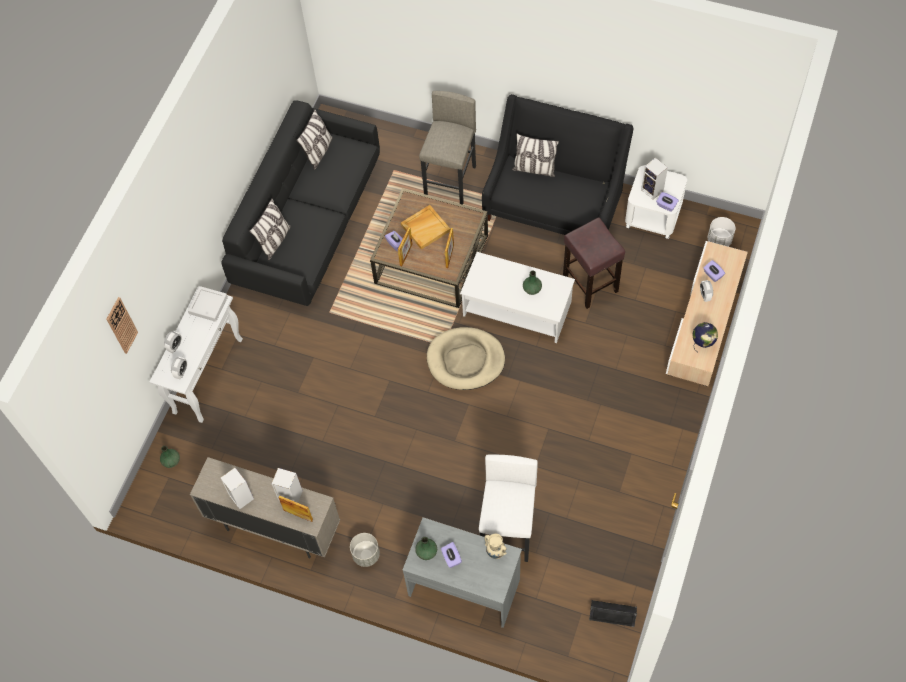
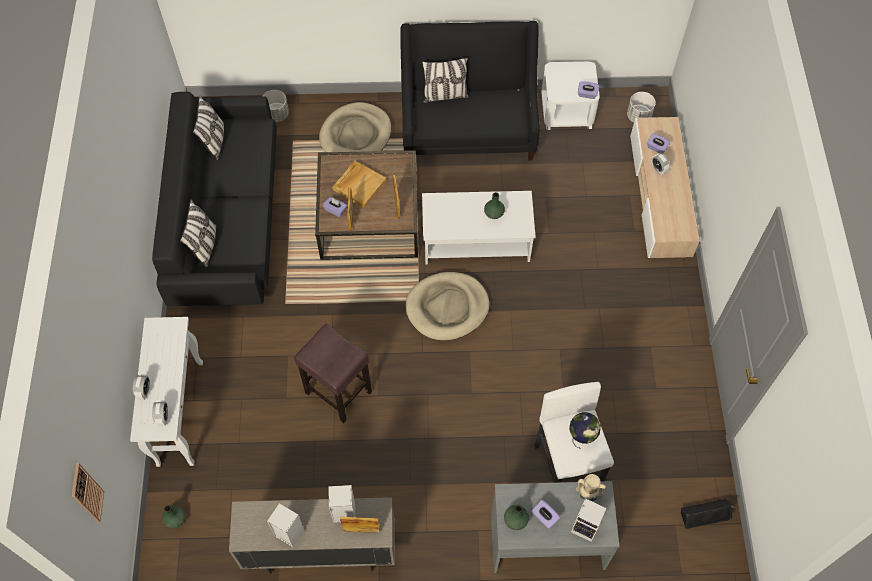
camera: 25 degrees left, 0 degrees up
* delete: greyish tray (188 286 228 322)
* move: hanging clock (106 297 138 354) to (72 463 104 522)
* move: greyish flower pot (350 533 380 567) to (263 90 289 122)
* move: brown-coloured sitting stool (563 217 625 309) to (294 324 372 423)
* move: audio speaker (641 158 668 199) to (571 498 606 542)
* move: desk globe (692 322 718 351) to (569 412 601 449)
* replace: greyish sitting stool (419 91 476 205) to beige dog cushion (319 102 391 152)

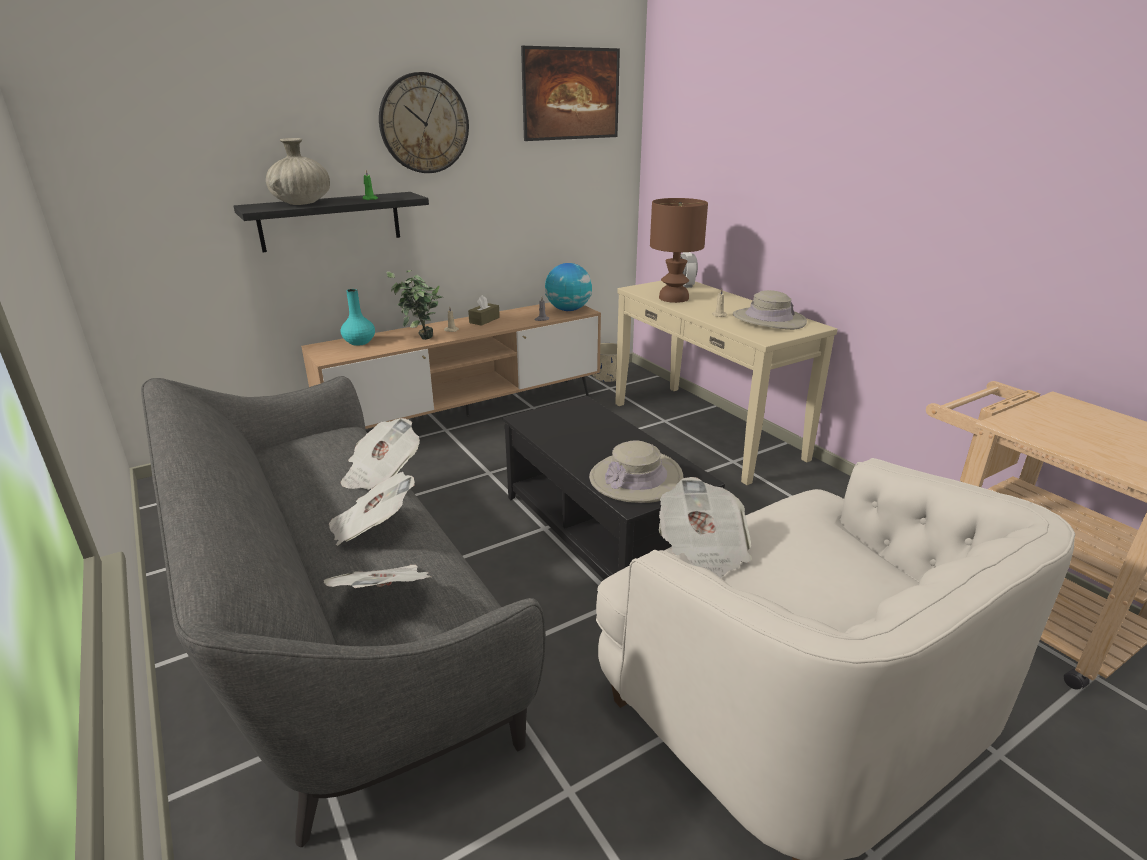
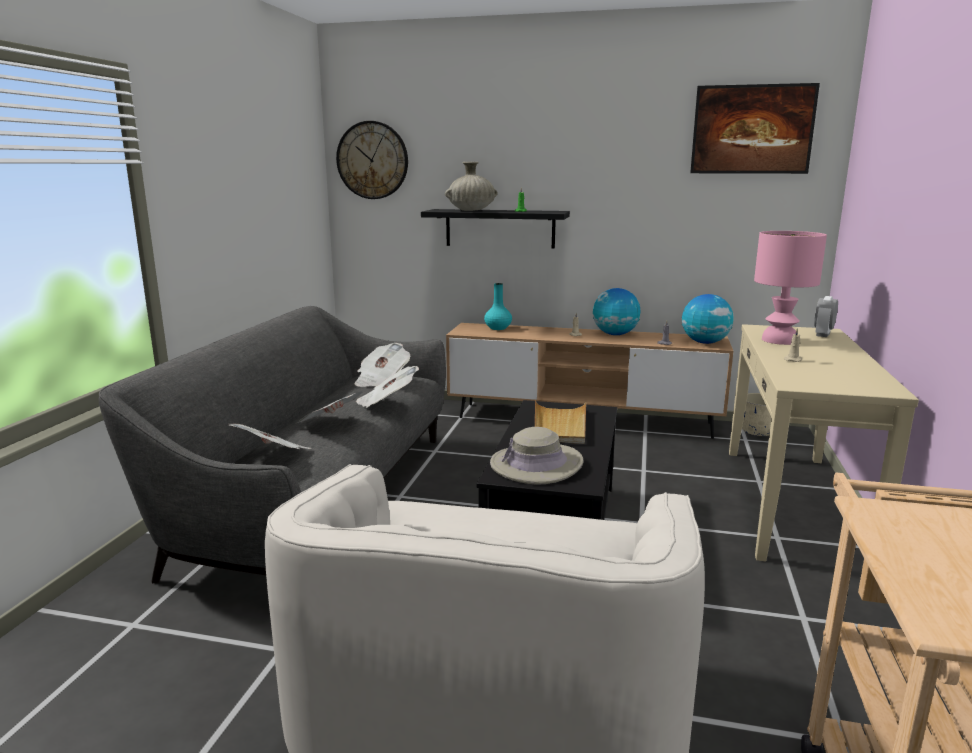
camera: 45 degrees right, 10 degrees down
* delete: potted plant (386 270 442 340)
* delete: beige wearable hat (733 290 807 330)
* insert: beige tray (535 400 586 444)
* move: hanging clock (379 72 469 173) to (336 121 408 199)
* move: daily paper (658 477 752 578) to (354 343 410 387)
* replace: brown-coloured tissue box (468 295 500 326) to desk globe (593 288 640 335)
* recolor: brown-coloured lamp for a table (650 198 708 303) to pink-coloured lamp for a table (754 231 827 345)

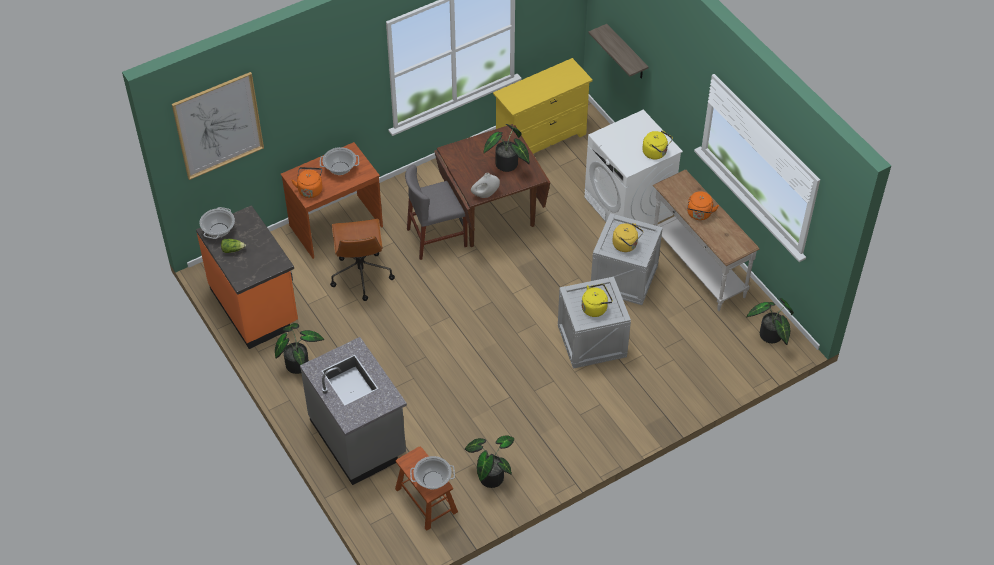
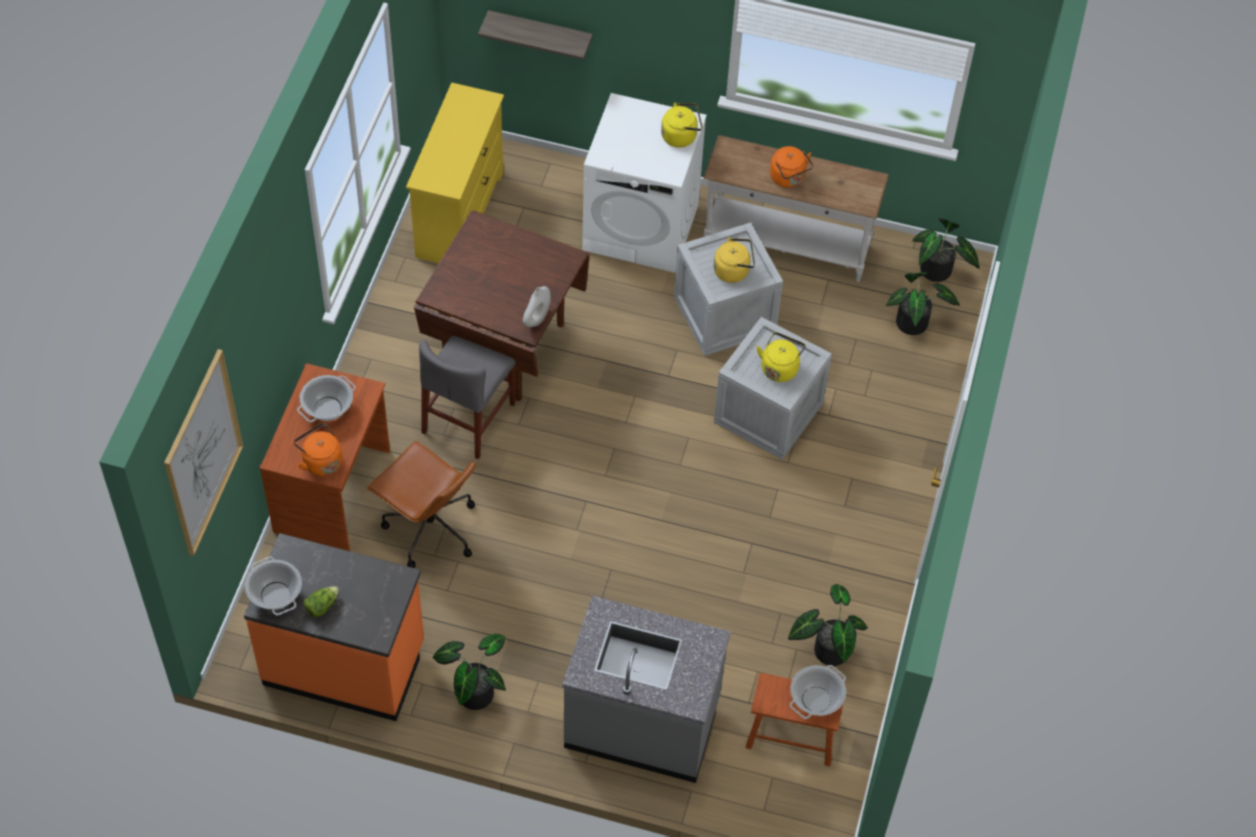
camera: 45 degrees left, 5 degrees up
* move: potted plant (483 124 530 172) to (886 272 960 335)

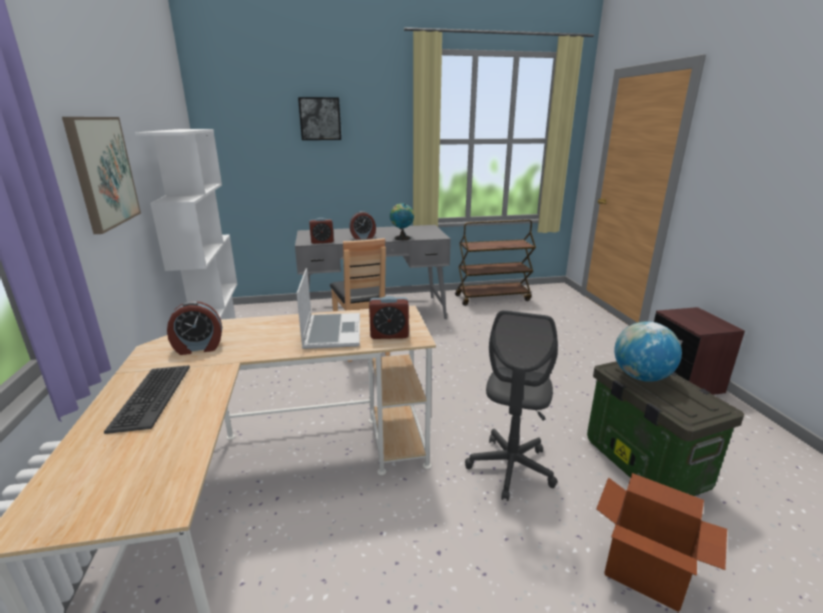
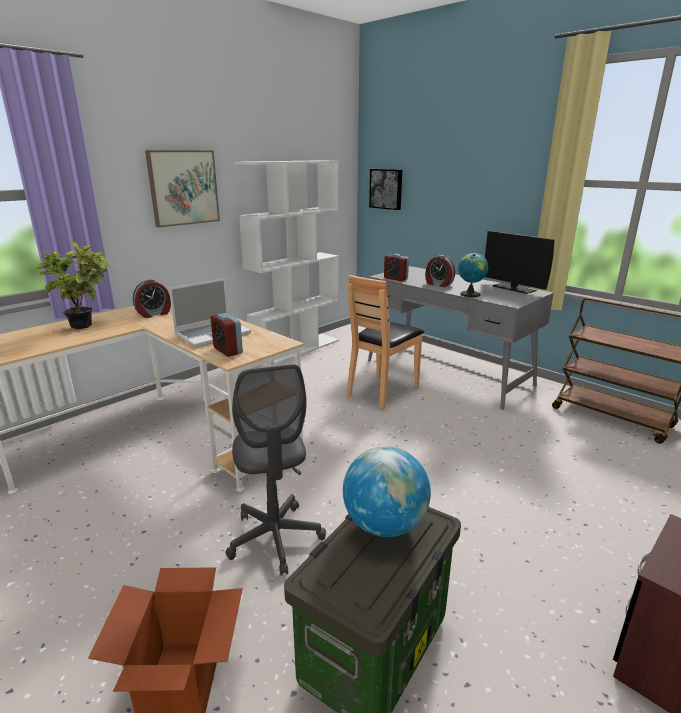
camera: 55 degrees right, 0 degrees up
* insert: computer screen (485 231 555 294)
* move: wall picture (298 97 341 140) to (369 169 402 210)
* replace: keyboard (104 365 190 434) to potted plant (35 242 110 329)
* rotate: table clock (167 301 222 355) = (133 280 171 318) 75 degrees counterclockwise
* rotate: greyish desk chair (465 310 558 501) = (226 364 326 576) 90 degrees counterclockwise

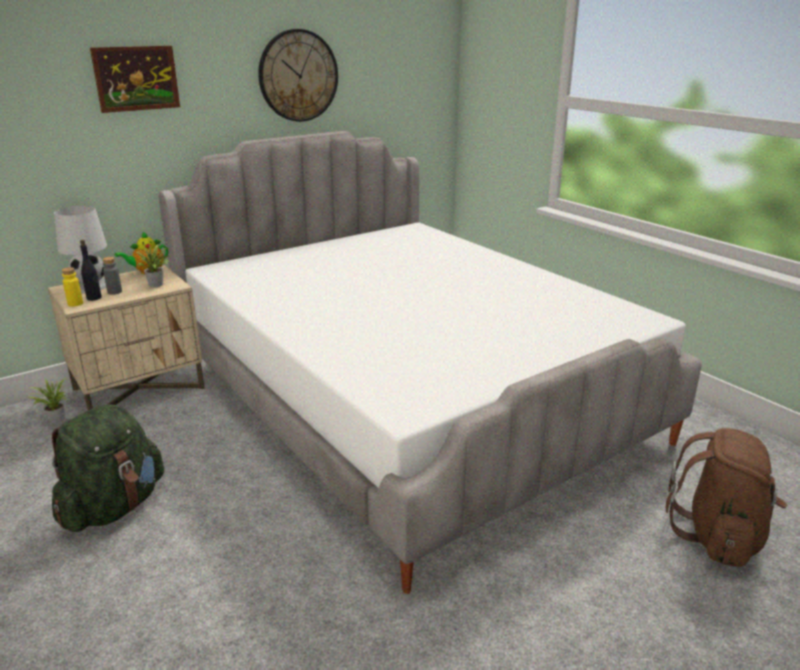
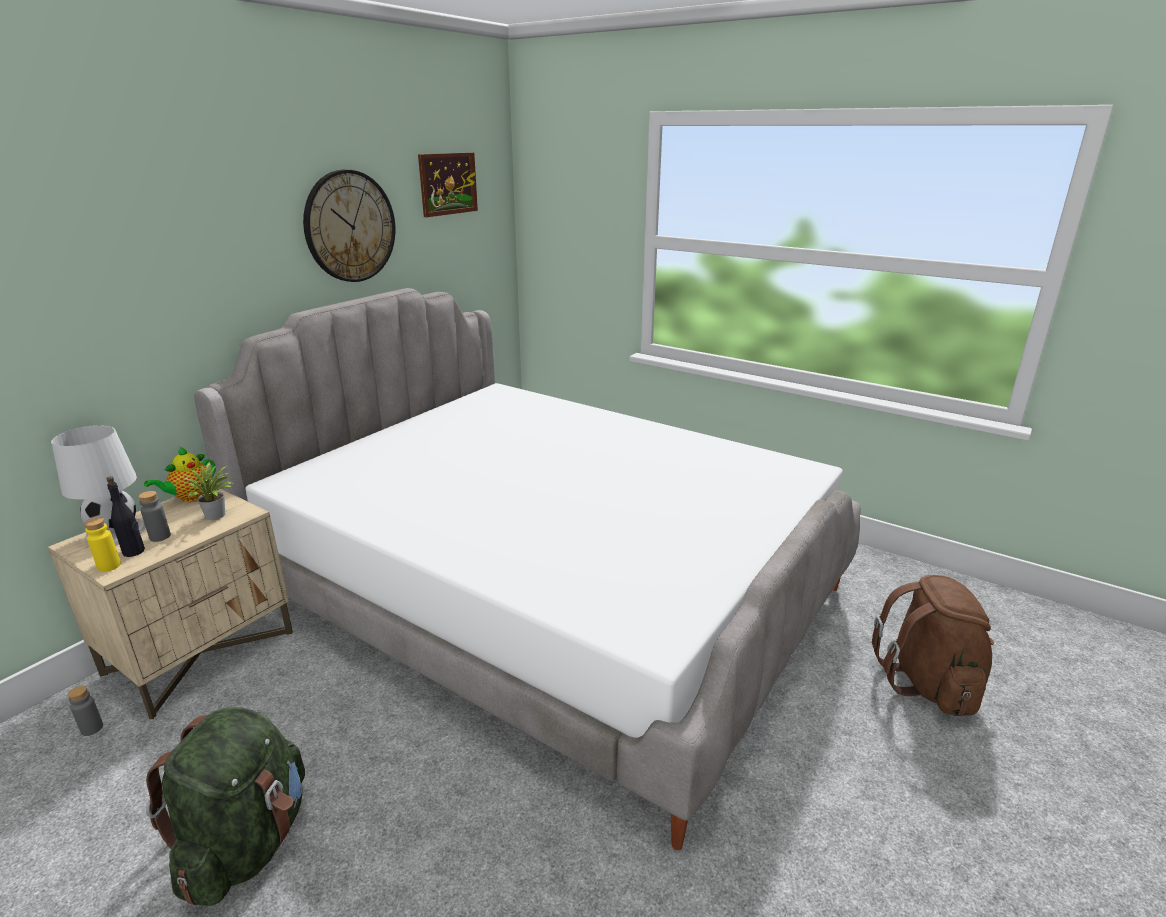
camera: 20 degrees left, 0 degrees up
* move: wall picture (90 46 180 113) to (418 153 478 217)
* replace: potted plant (29 378 67 424) to greyish drink bottle (68 686 103 736)

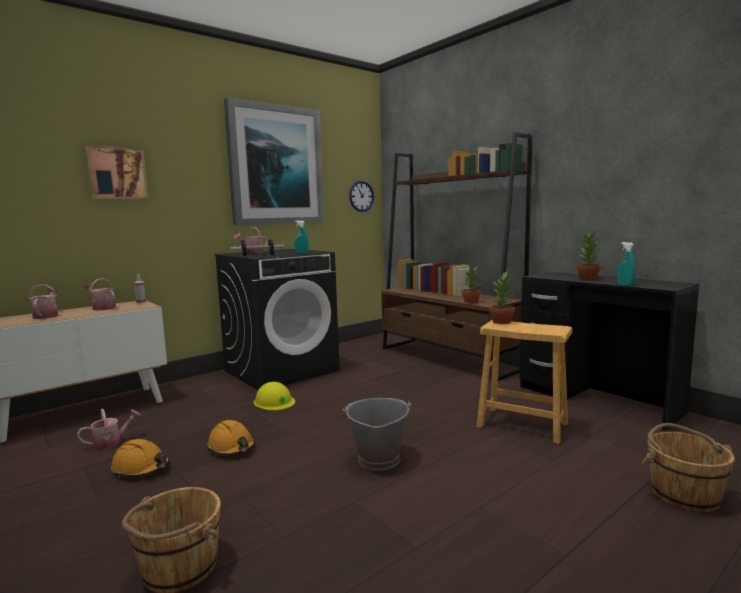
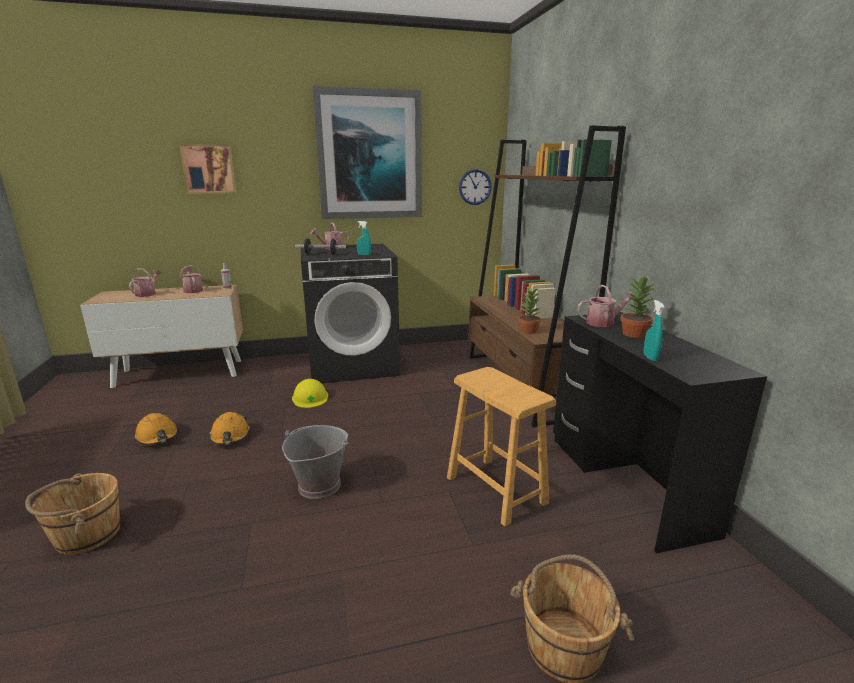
camera: 25 degrees right, 10 degrees up
* delete: potted plant (489 271 515 324)
* move: watering can (77 409 141 450) to (578 285 633 327)

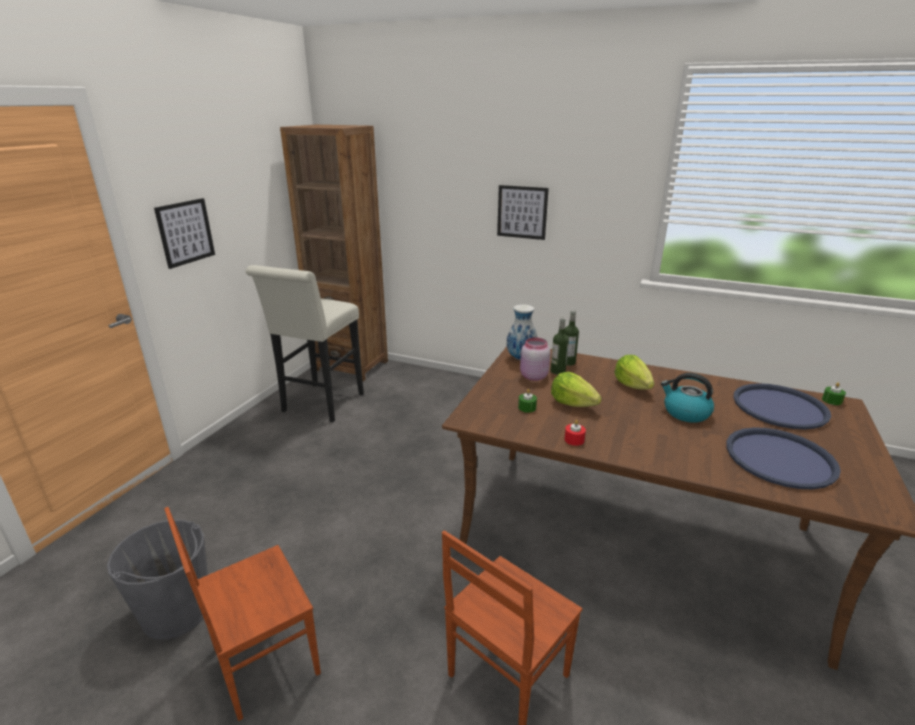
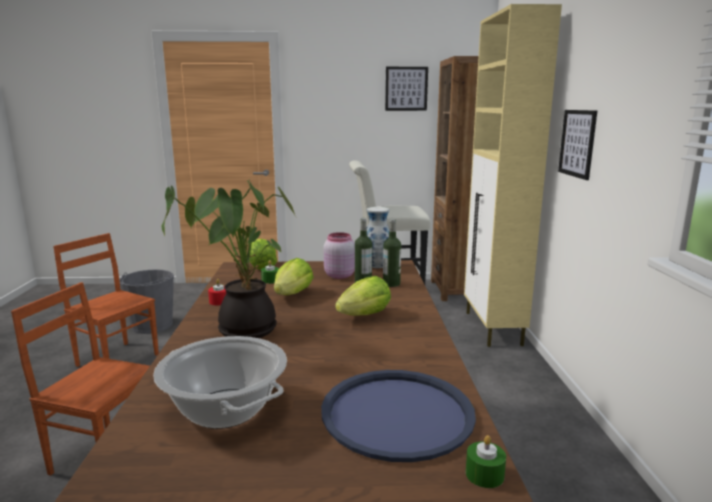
camera: 65 degrees right, 10 degrees down
* delete: water kettle (661 373 714 423)
* insert: potted plant (161 179 297 338)
* insert: lettuce (249 238 277 270)
* insert: beige storage cabinet (464 4 562 347)
* move: wall picture (154 198 215 269) to (385 67 428 111)
* replace: bluish tray (726 427 841 489) to saucepot (153 336 287 429)

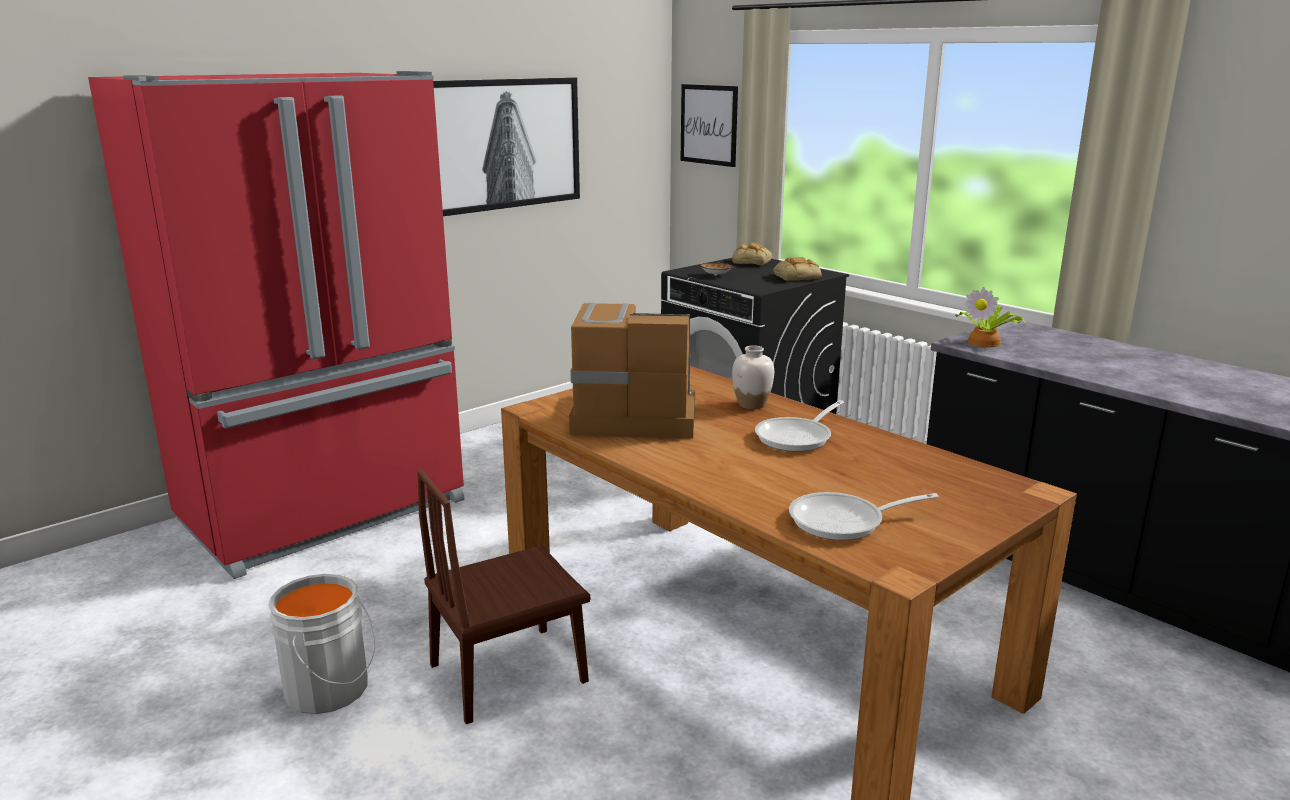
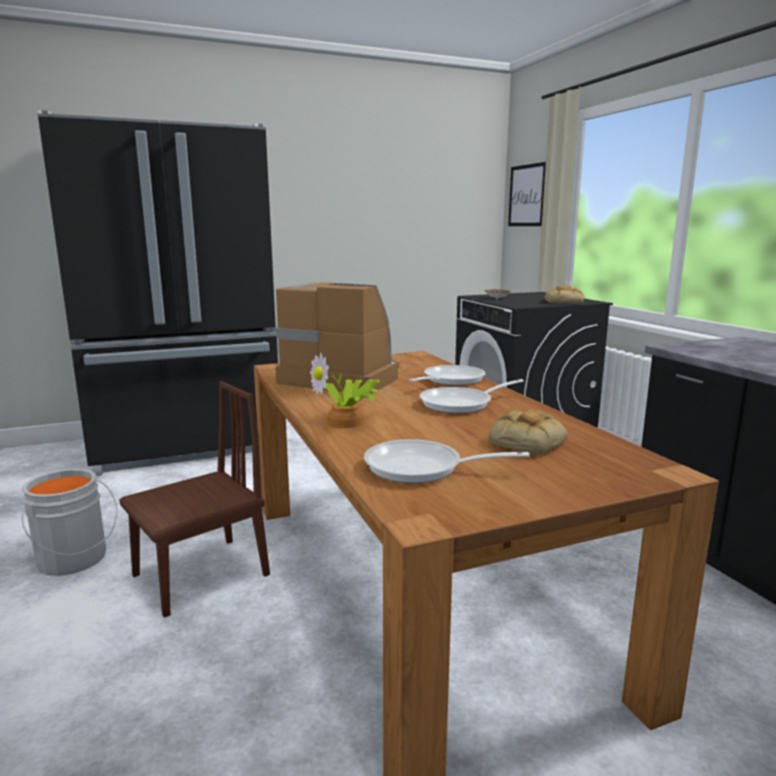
camera: 20 degrees right, 5 degrees down
* delete: wall picture (433 77 580 216)
* move: bakery bread (732 243 772 265) to (489 409 568 456)
* move: potted plant (955 287 1026 347) to (310 352 380 428)
* replace: whitish vase (732 345 774 409) to frying pan (410 365 486 386)
* recolor: red kitchen fridge (88 71 465 579) to black kitchen fridge (37 110 278 476)
* rotate: brown-coloured chair (417 470 590 724) = (119 381 270 618) 150 degrees clockwise

